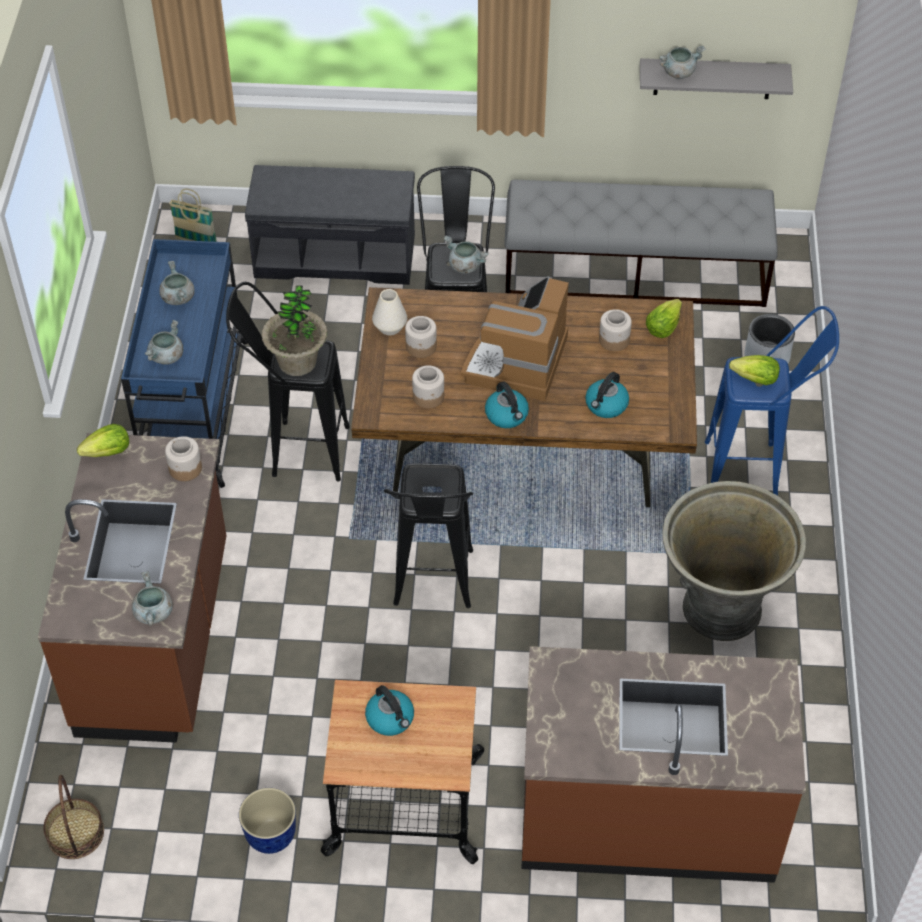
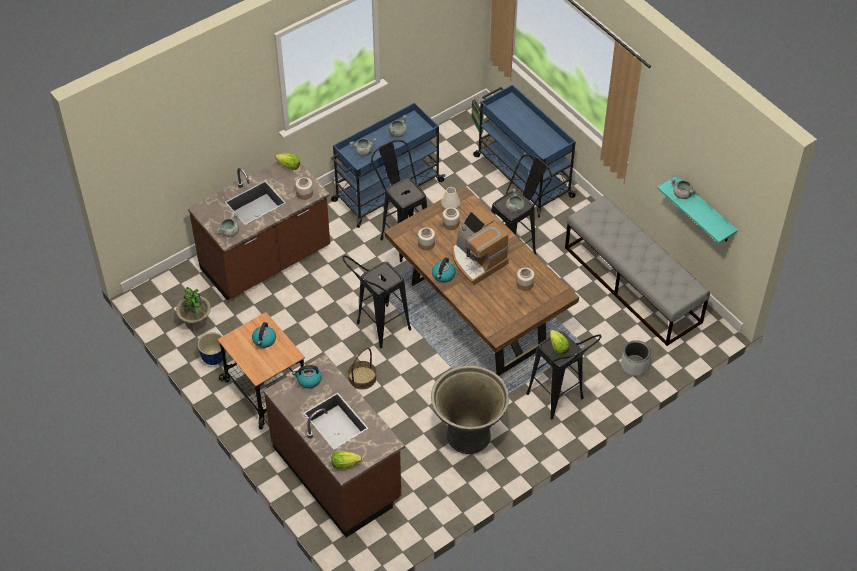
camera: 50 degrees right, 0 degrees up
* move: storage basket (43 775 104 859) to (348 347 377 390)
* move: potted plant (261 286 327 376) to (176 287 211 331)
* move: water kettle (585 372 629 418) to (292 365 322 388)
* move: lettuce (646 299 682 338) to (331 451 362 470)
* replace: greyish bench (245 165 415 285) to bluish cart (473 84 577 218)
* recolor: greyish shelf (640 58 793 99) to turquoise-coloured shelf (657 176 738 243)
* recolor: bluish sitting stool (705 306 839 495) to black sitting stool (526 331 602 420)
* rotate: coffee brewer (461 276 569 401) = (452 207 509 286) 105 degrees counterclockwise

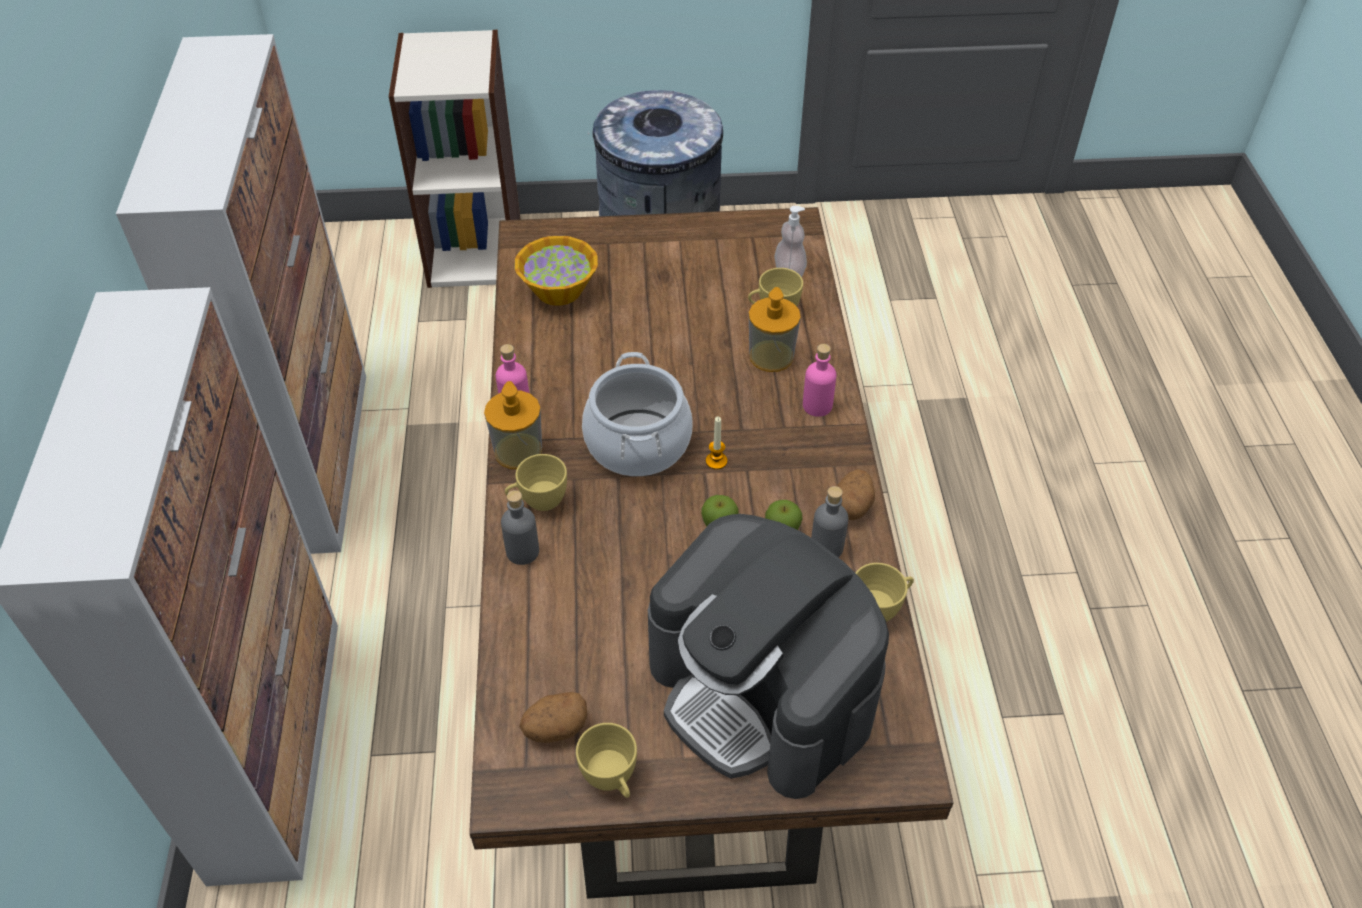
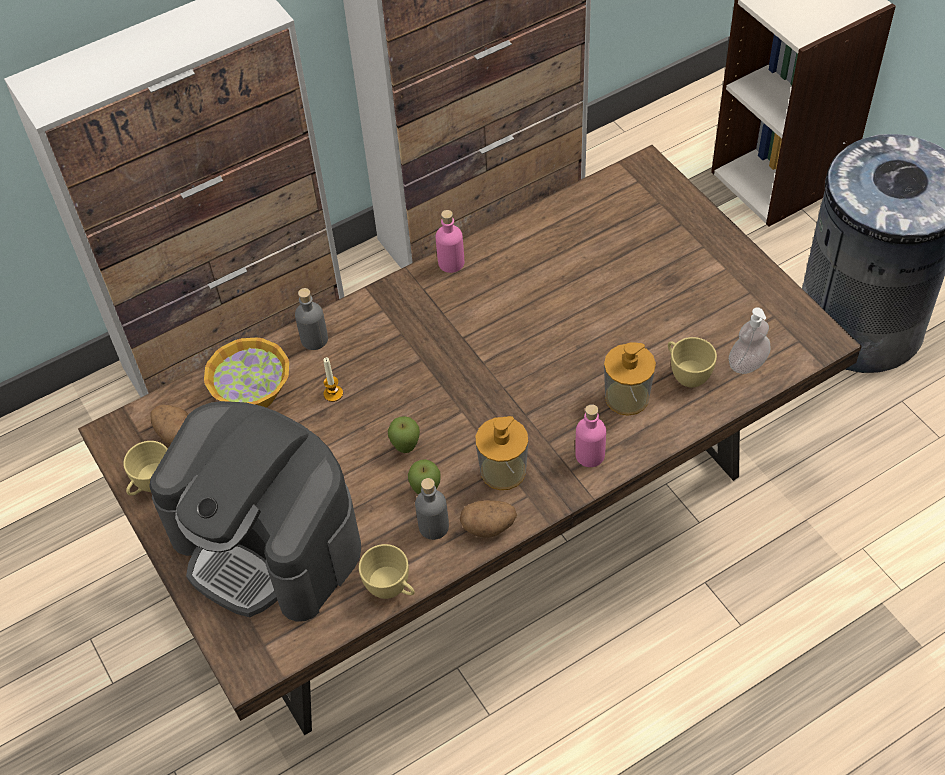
camera: 65 degrees right, 5 degrees up
* delete: yellowish drinking cup (505 454 567 511)
* delete: saucepot (582 352 692 476)
* move: soap dispenser (484 381 542 469) to (475 416 528 490)
* move: serving bowl (515 236 598 306) to (204 338 289 408)
* move: candle (706 417 727 469) to (323 357 343 402)
* rotate: coffee brewer (648 514 889 799) = (149 401 361 622) 75 degrees counterclockwise

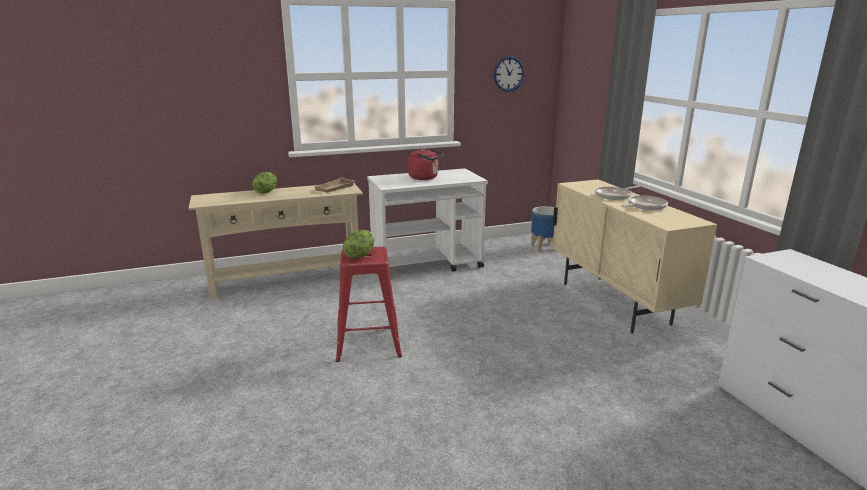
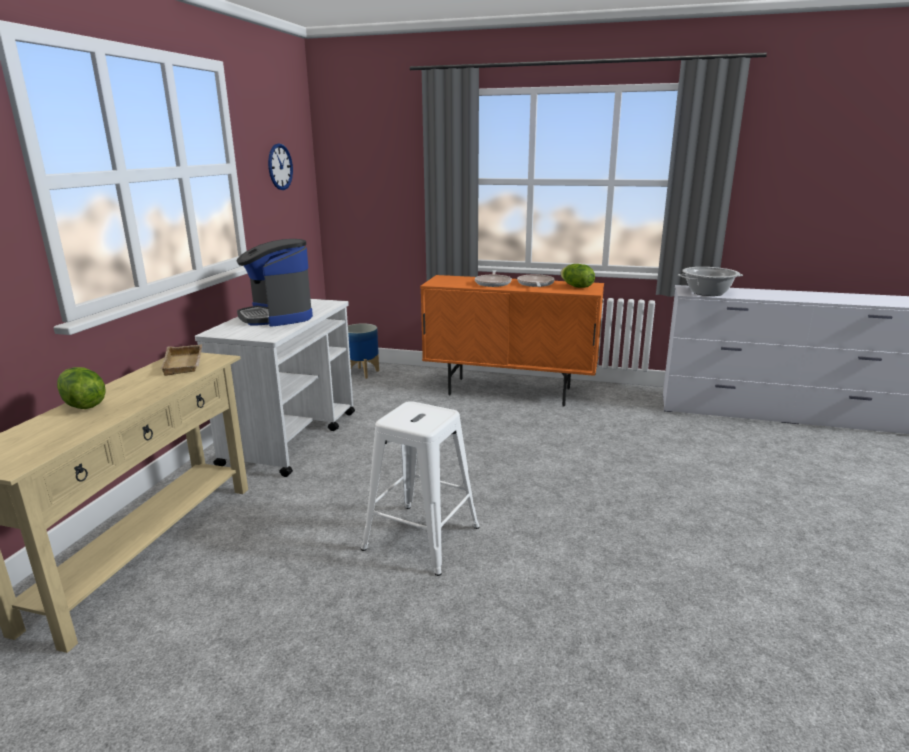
camera: 55 degrees left, 0 degrees up
* insert: saucepot (678 267 743 296)
* move: lettuce (343 230 374 258) to (560 264 595 288)
* replace: red water kettle (408 148 444 180) to coffee brewer (237 239 313 327)
* recolor: red sitting stool (336 247 402 362) to whitish sitting stool (361 401 480 576)
* recolor: beige storage cabinet (552 179 717 334) to orange storage cabinet (420 275 604 407)

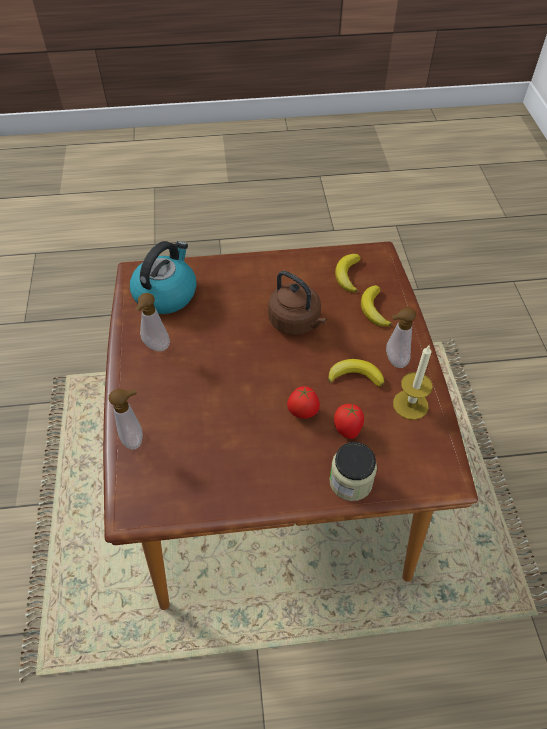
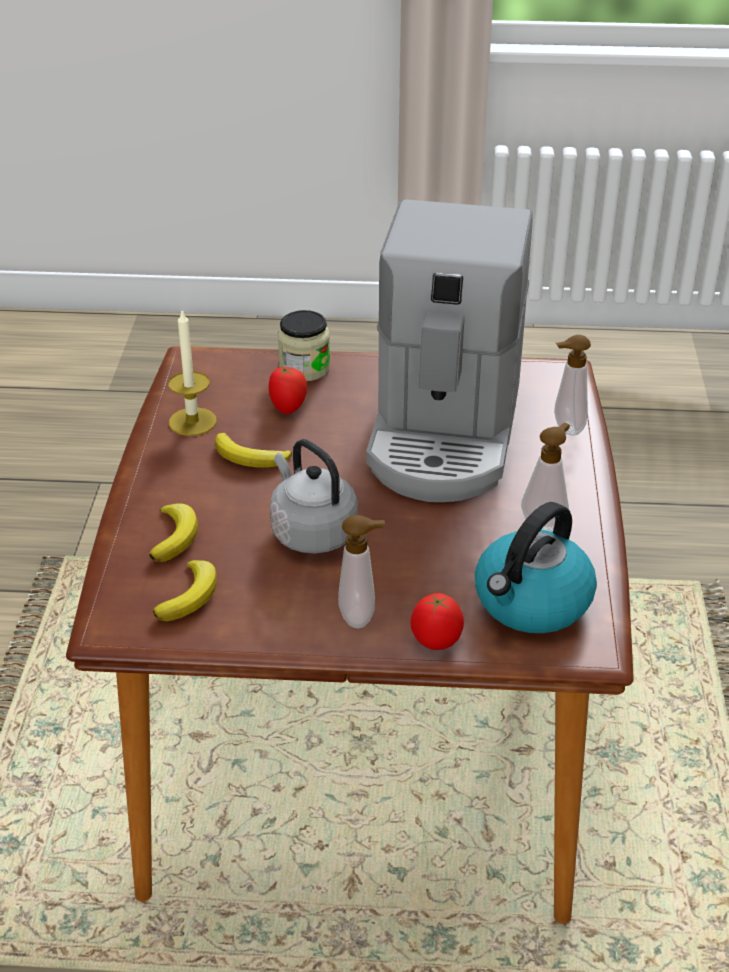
camera: 170 degrees left, 15 degrees down
* insert: coffee brewer (366 199 533 502)
* move: whole tomato (287 386 320 419) to (411 593 464 650)
* move: soap dispenser (386 307 416 368) to (338 515 385 628)
* recolor: brown-coloured water kettle (268 271 327 335) to greyish water kettle (270 439 358 553)

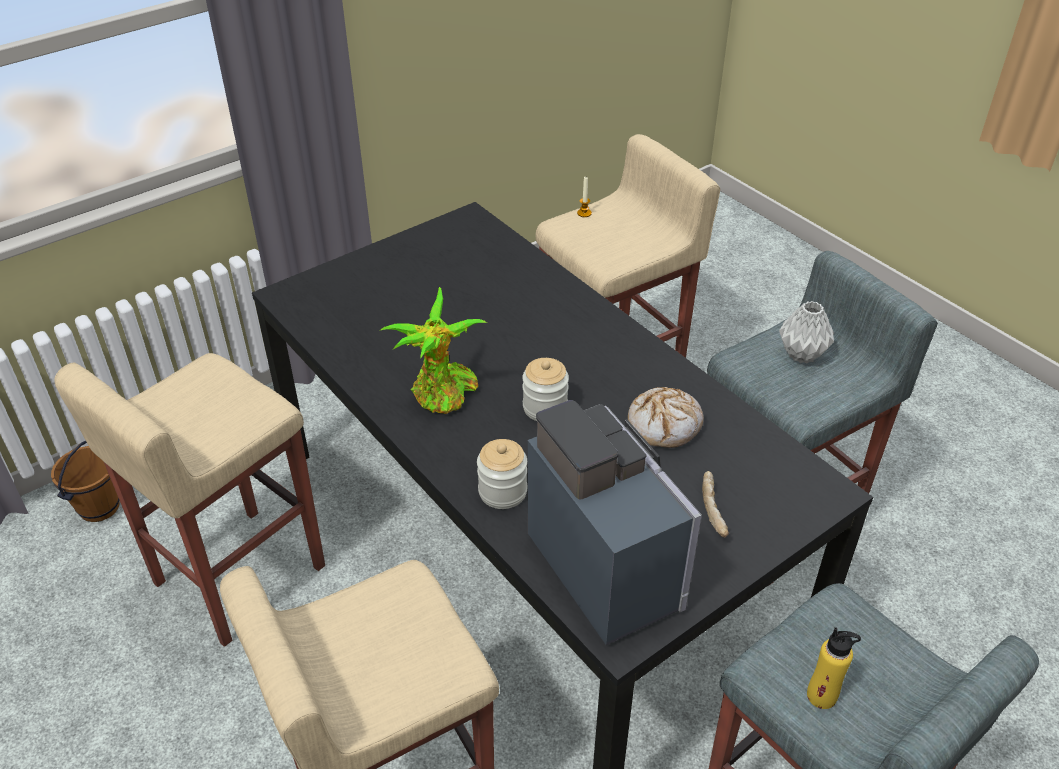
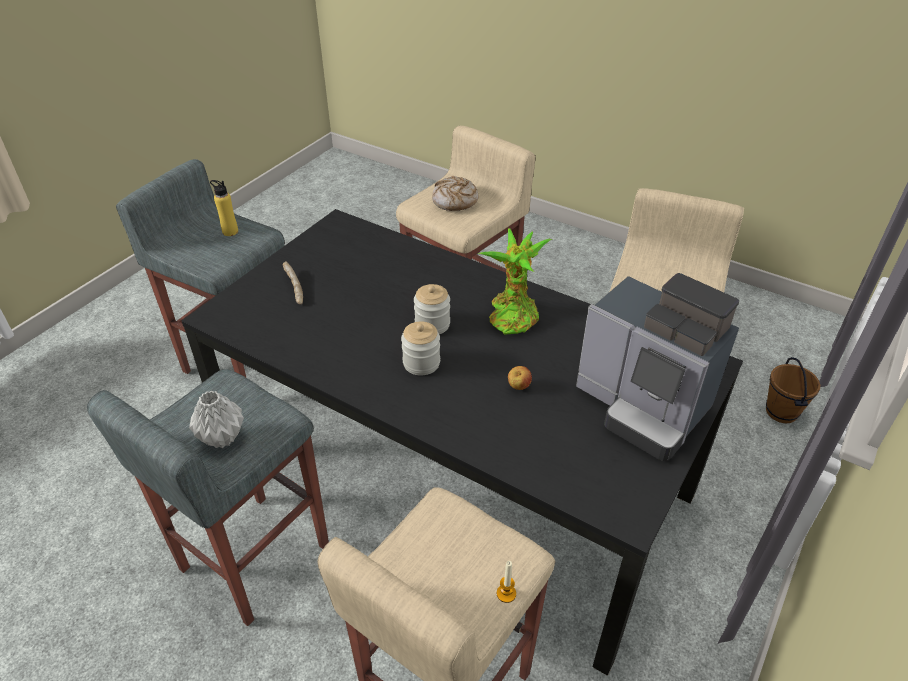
camera: 160 degrees right, 0 degrees up
* insert: apple fruit (508 366 532 390)
* move: jar (477 439 527 509) to (401 321 440 375)
* move: coffee brewer (528 400 702 645) to (576 273 739 461)
* move: bakery bread (628 387 704 448) to (432 176 478 211)

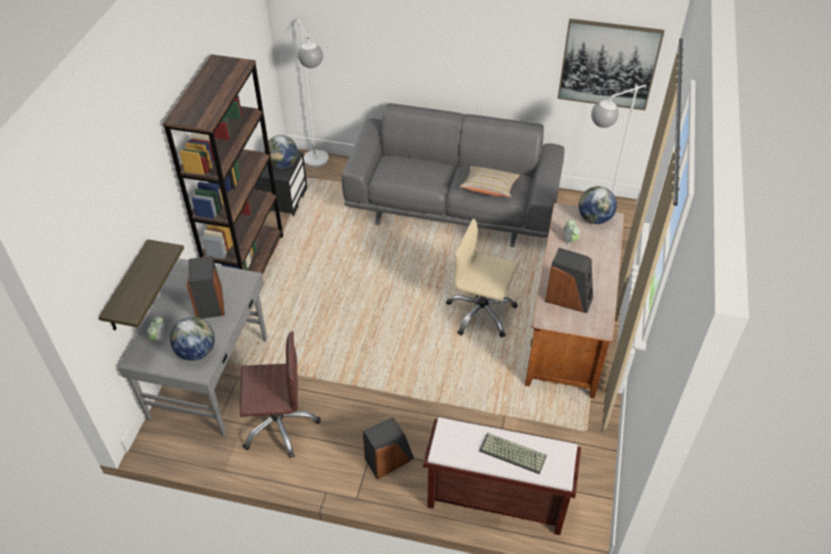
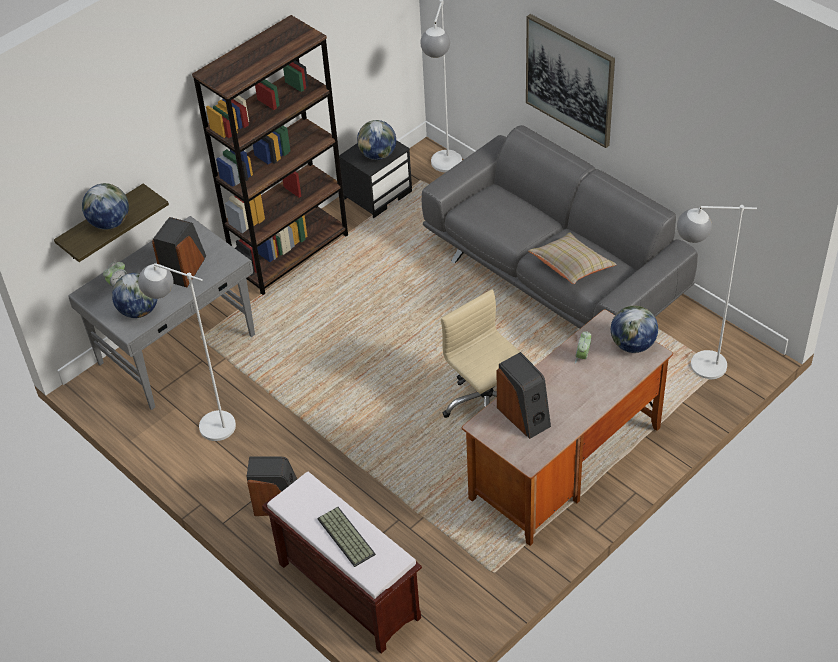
camera: 35 degrees right, 0 degrees up
* insert: desk globe (82 183 129 230)
* move: wall picture (557 19 664 110) to (526 14 615 148)
* replace: brown-coloured desk chair (240 331 321 458) to whitish standard lamp (138 263 236 441)

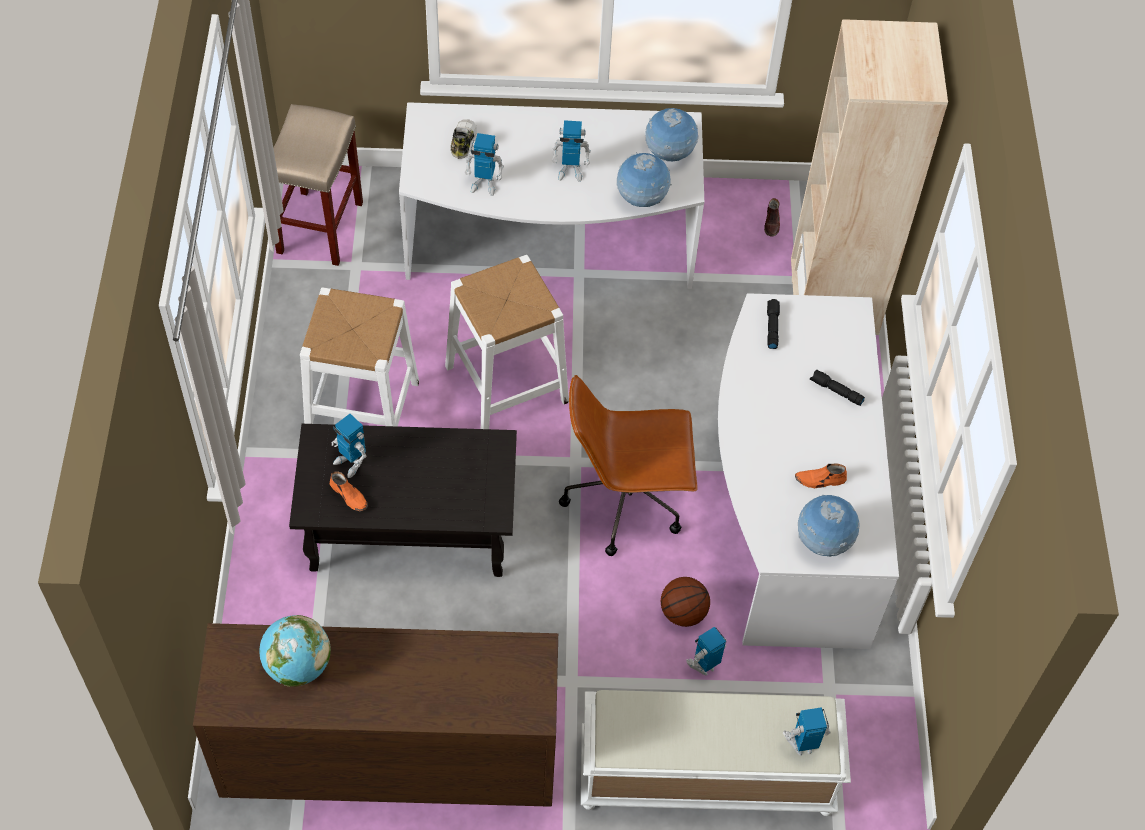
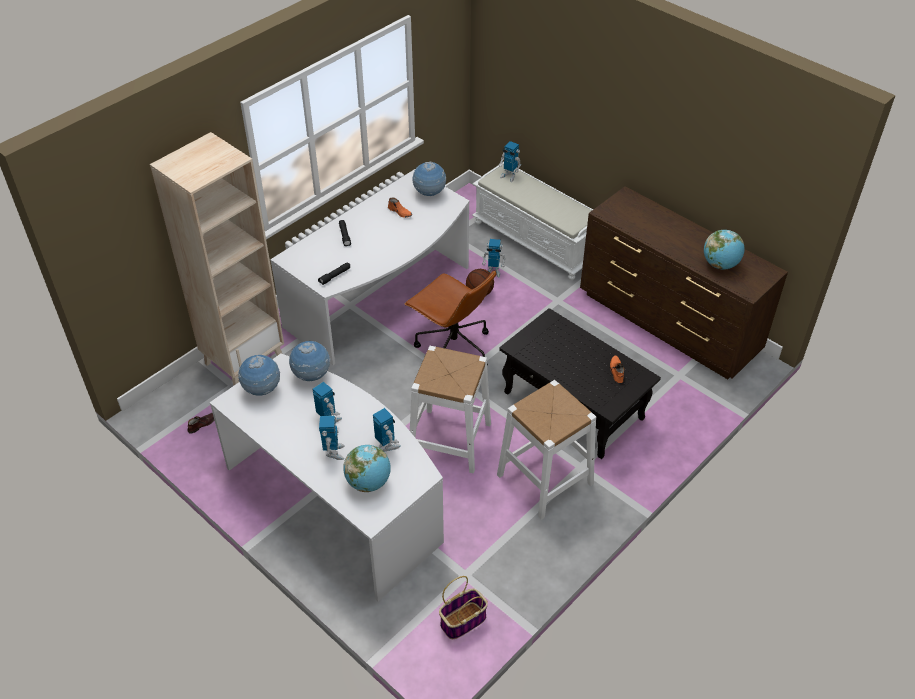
camera: 135 degrees left, 10 degrees down
* move: robot figure (332 414 367 478) to (319 416 345 460)
* replace: beige sitting stool (273 104 363 266) to storage basket (439 576 488 639)
* replace: item of footwear (451 119 477 159) to desk globe (343 445 391 492)

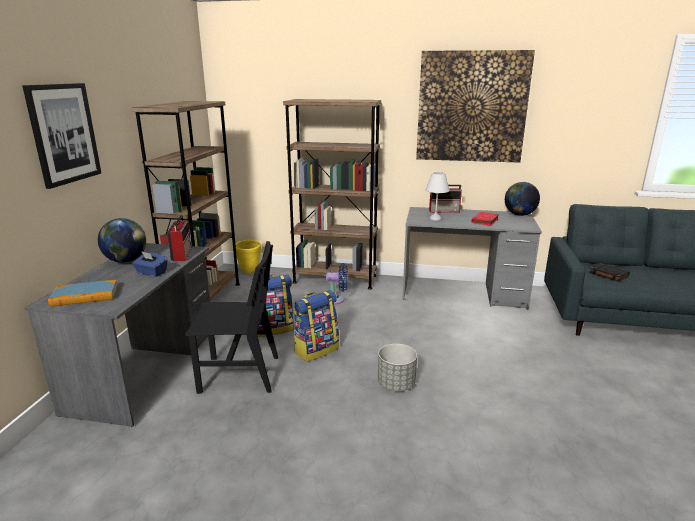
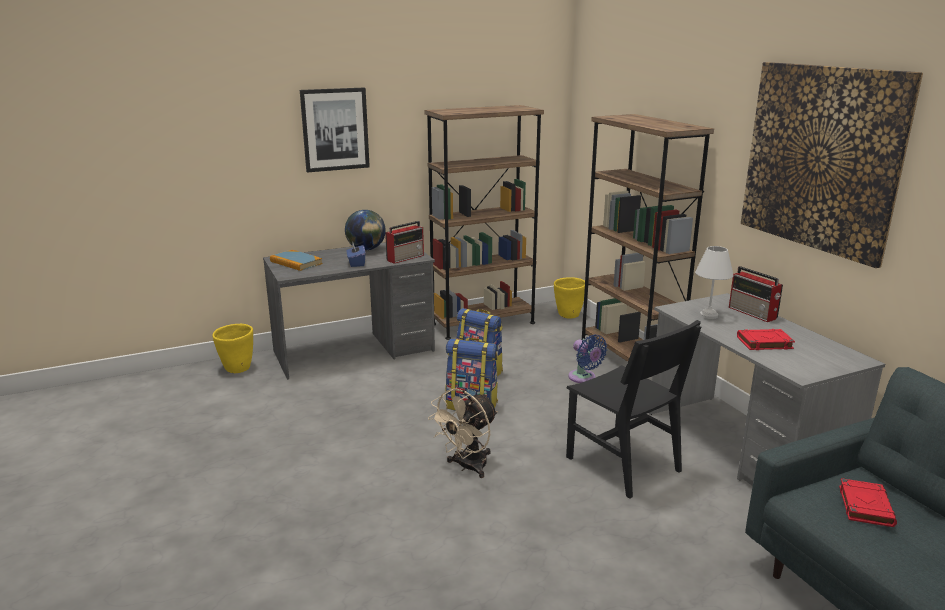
camera: 55 degrees right, 0 degrees up
* delete: desk globe (505 182 540 216)
* insert: yellowish flower pot (212 324 253 373)
* move: black chair (185 241 278 394) to (566 320 701 499)
* replace: greyish flower pot (378 344 417 391) to beige electric fan (428 388 498 478)
* recolor: black book (589 263 630 282) to red book (839 478 897 527)

